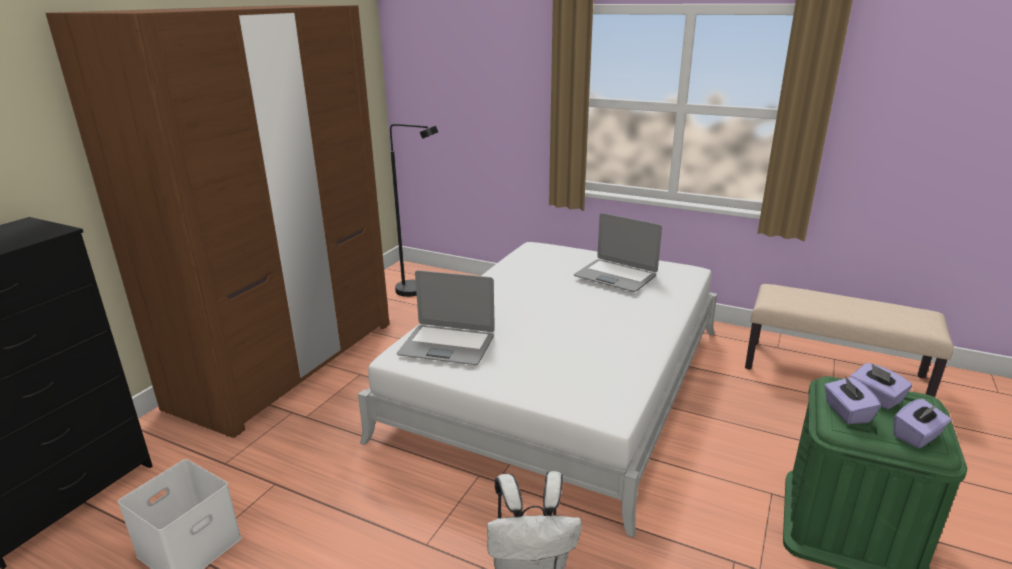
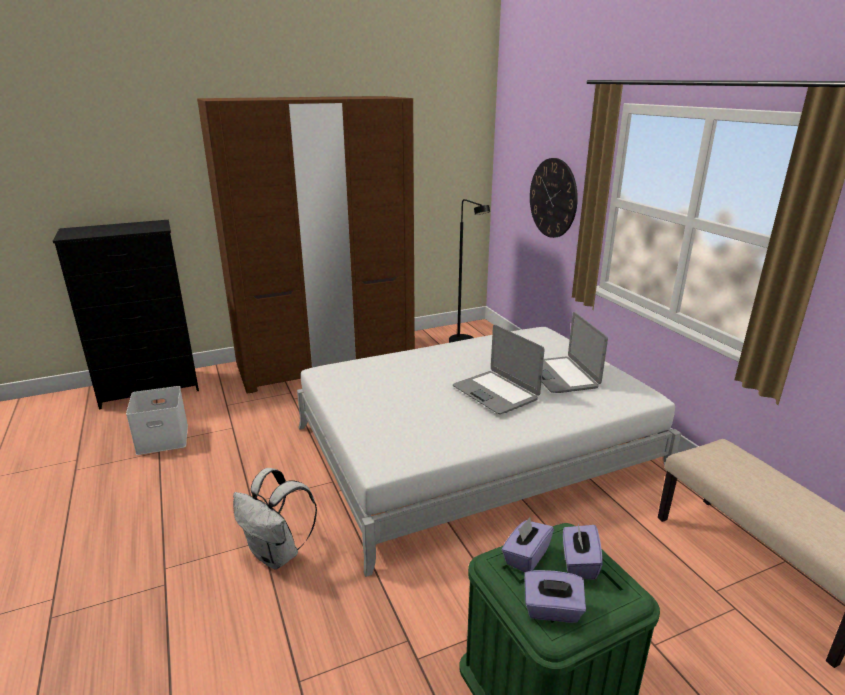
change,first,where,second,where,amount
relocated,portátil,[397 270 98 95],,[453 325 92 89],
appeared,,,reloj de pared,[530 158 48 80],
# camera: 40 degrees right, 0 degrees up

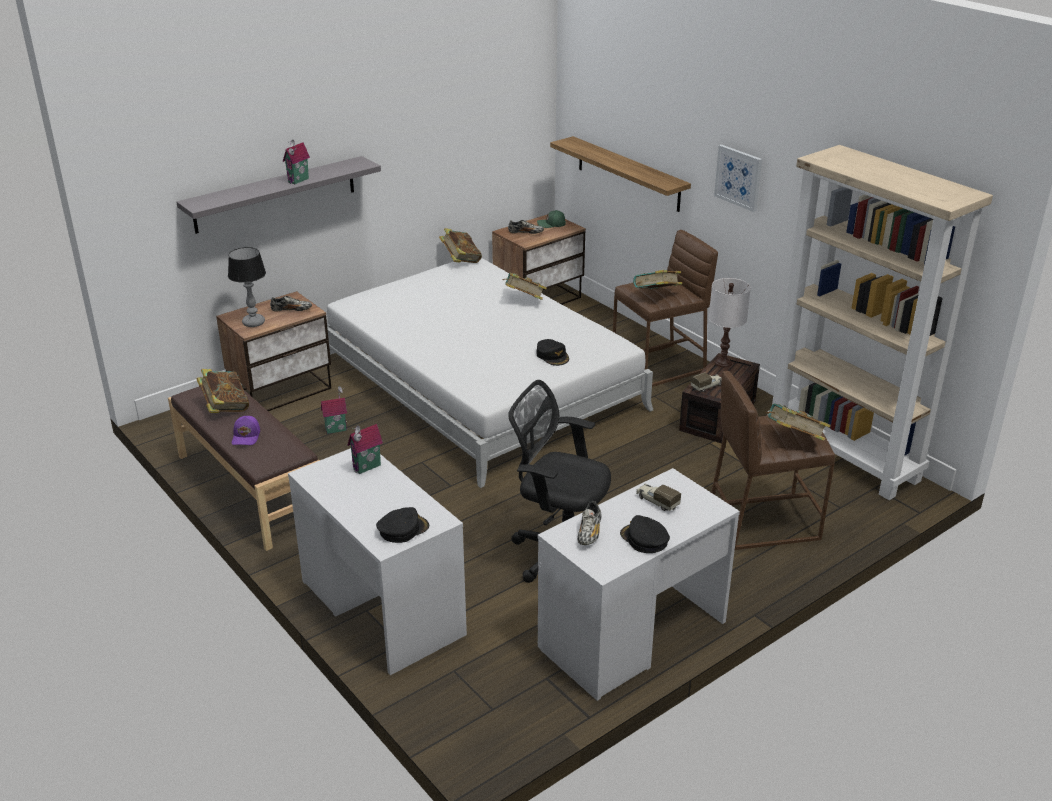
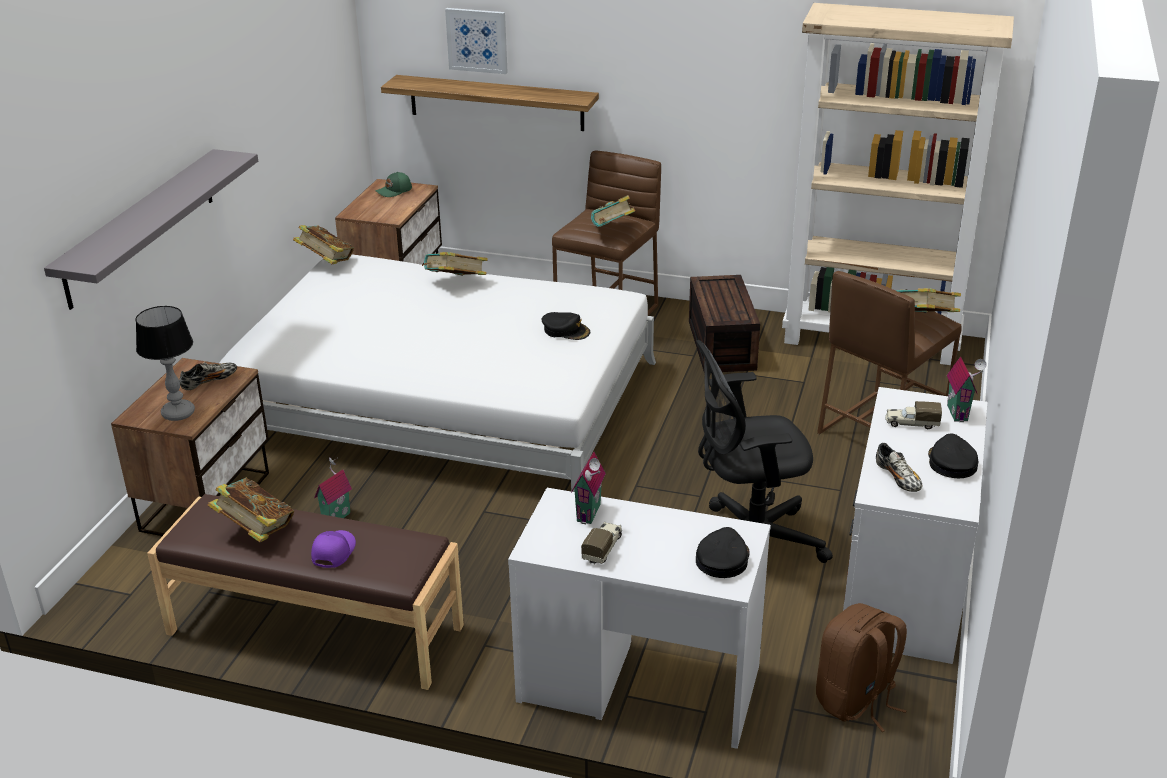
change,first,where,second,where,amount
spun,gorra/morado,[232 416 28 29],,[311 530 45 38],135 degrees counterclockwise
relocated,cuadro,[714 145 48 67],,[445 8 63 66],
relocated,camión de juguete,[691 373 30 19],,[581 521 41 43],
appeared,,,mochila/marrón,[816 603 91 129],
spun,gorra/negro,[620 515 50 38],,[928 433 50 45],75 degrees clockwise
relocated,casita,[283 140 27 44],,[947 356 40 66],
missing,zapato,[508 220 36 14],,,
missing,lámpara de mesa/blanco,[709 278 42 89],,,
# camera: 35 degrees left, 0 degrees up

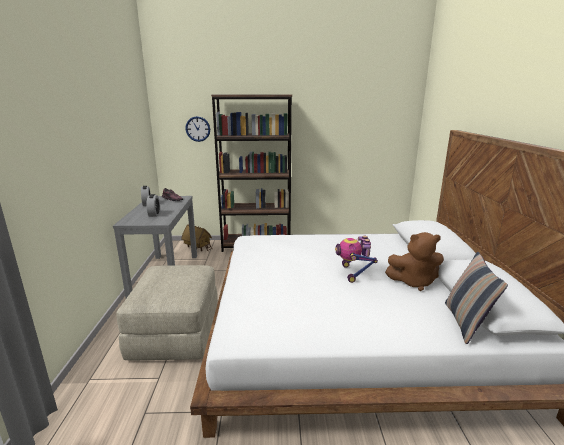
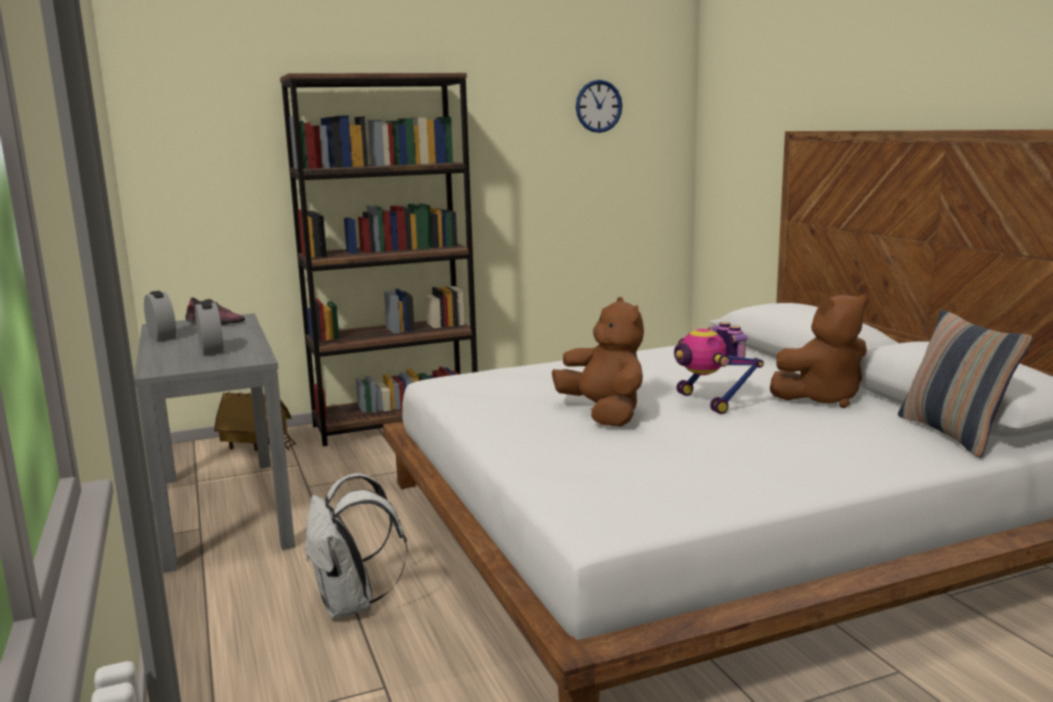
change,first,where,second,where,amount
exchanged,puf/beis,[117 265 101 95],mochila/blanco,[305 473 103 146],
appeared,,,peluche/marrón,[552 297 92 130],
relocated,reloj de pared,[185 116 25 26],,[576 80 46 53],
# camera: 20 degrees left, 5 degrees down

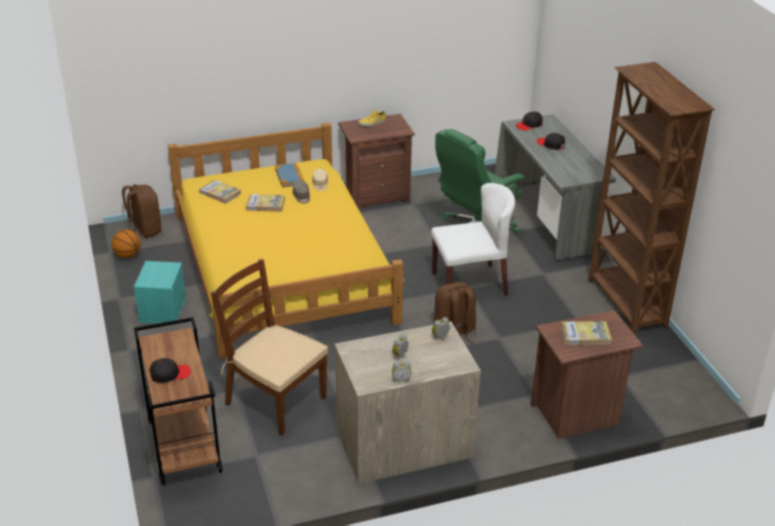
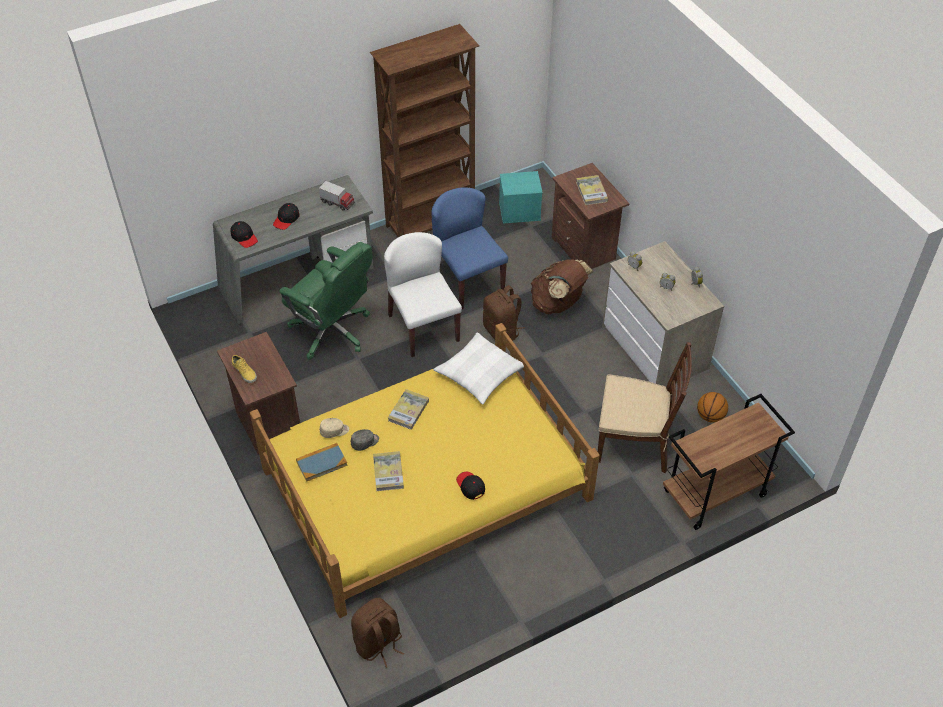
change,first,where,second,where,amount
appeared,,,camión de juguete,[319 181 36 30],
relocated,libro,[199 179 42 25],,[388 389 41 41],
appeared,,,silla/azul,[432 187 76 122],
appeared,,,cojín/blanco,[433 332 91 73],
relocated,gorra/negro,[149 358 42 25],,[456 472 29 28],
relocated,caja de almacenaje/turquesa,[134 261 52 62],,[499 171 44 53],
appeared,,,mochila/marrón,[531 259 62 55],
spun,silla/marrón,[211 259 117 176],,[598 342 94 131],105 degrees counterclockwise
relocated,balón de baloncesto,[111 230 30 28],,[697 392 31 31],
# camera: 100 degrees left, 15 degrees up

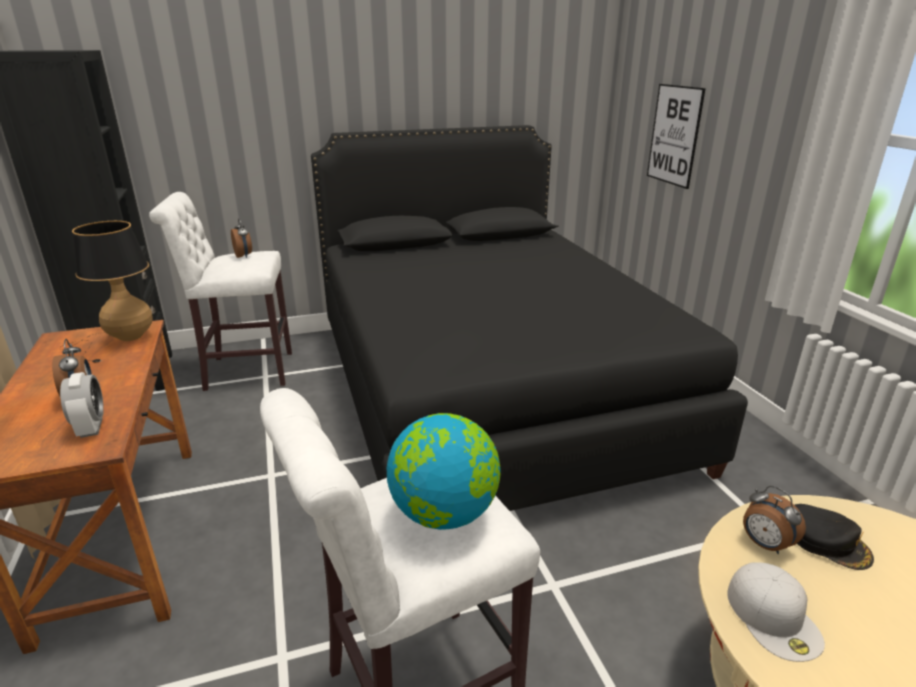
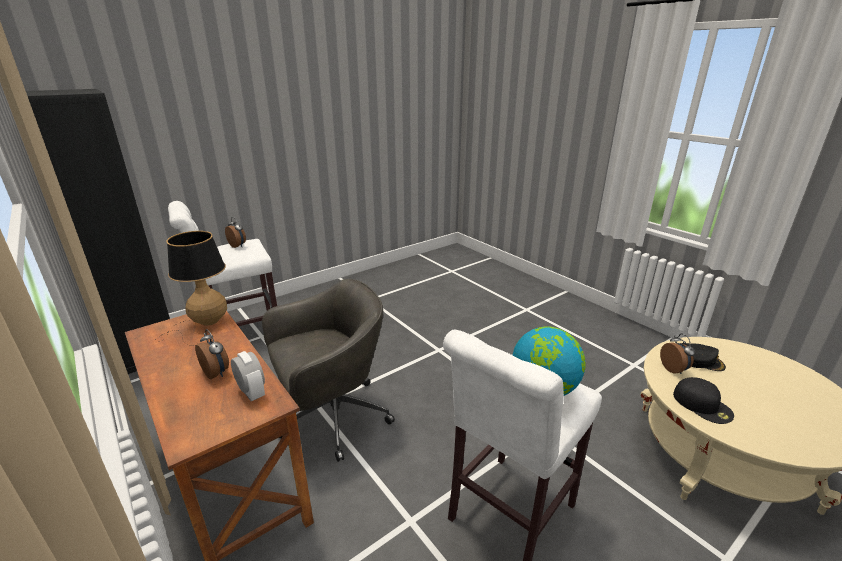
change,first,where,second,where,amount
appeared,,,silla de oficina/gris,[262 279 133 183],
spun,despertador,[743 486 63 68],,[660 333 35 41],135 degrees counterclockwise
colour,gorra/blanco,[727 562 98 100],gorra/negro,[673 377 61 47],
missing,cama/negro,[311 125 437 386],,,
missing,cuadro,[647 84 59 105],,,
# camera: 20 degrees left, 0 degrees up

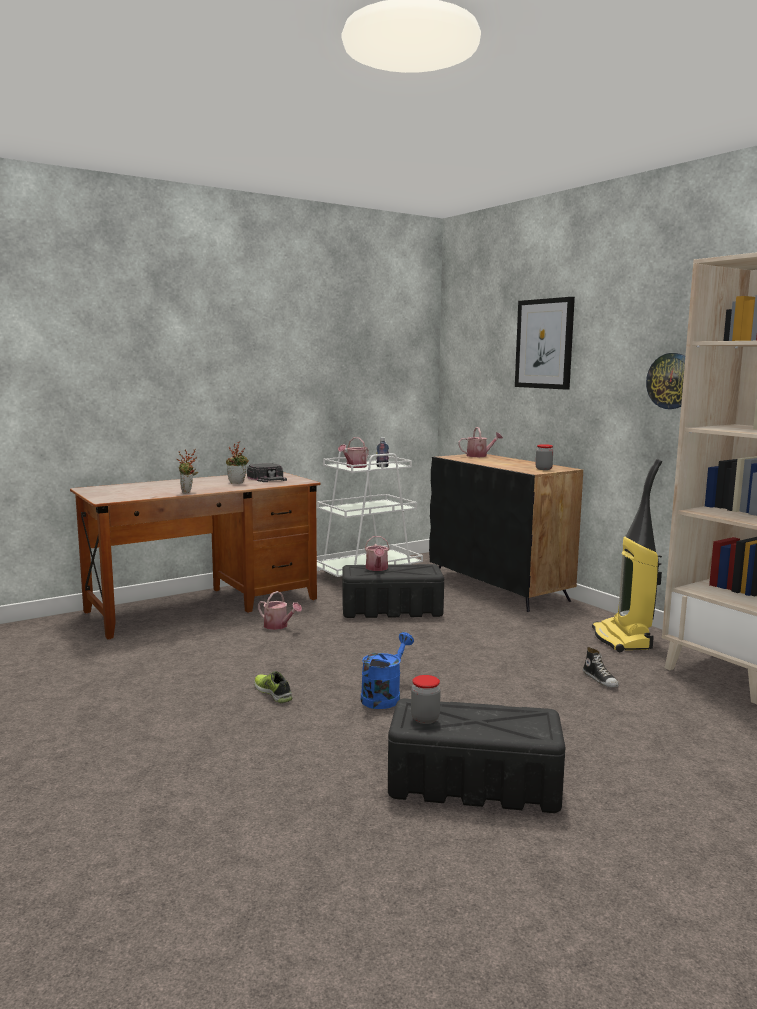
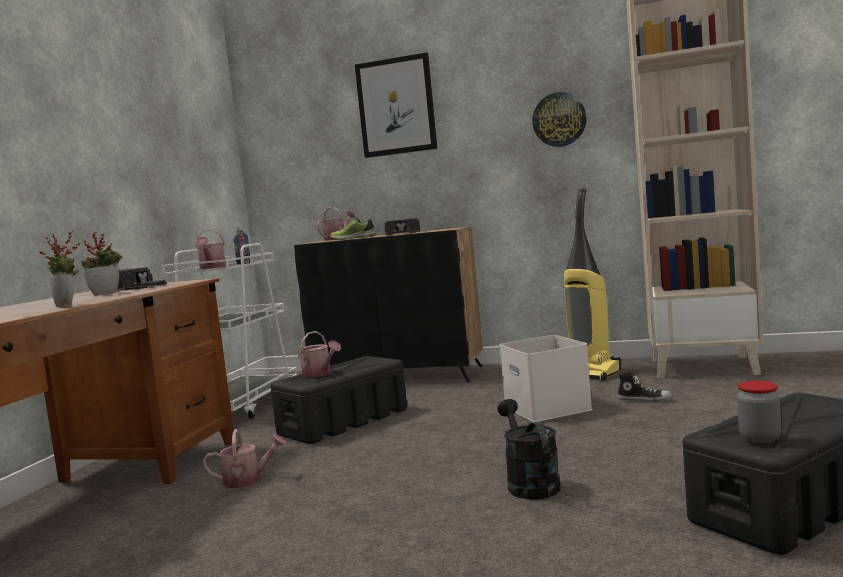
change,first,where,second,where,amount
relocated,zapato,[254 671 39 32],,[330 217 47 23],
appeared,,,gorra/negro,[385 218 35 17],
colour,regadera/azul,[361 632 53 77],regadera/negro,[497 399 64 100],
appeared,,,caja de almacenaje/blanco,[499 335 94 87],
missing,tarro,[536 444 17 26],,,
# camera: 40 degrees left, 5 degrees down

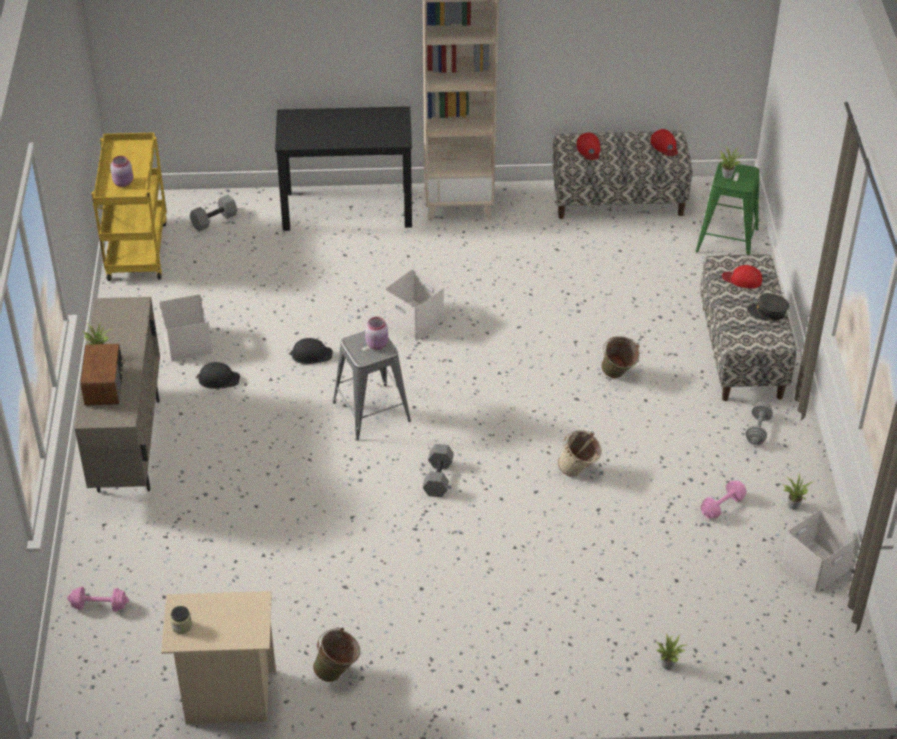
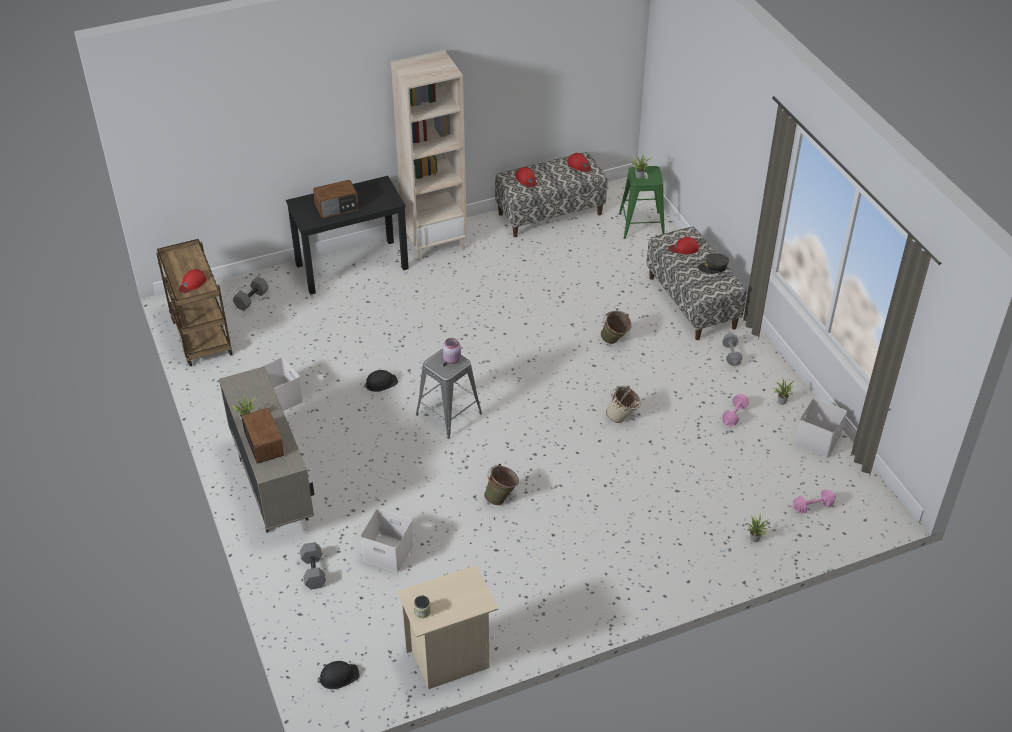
change,first,where,second,where,amount
colour,carrito/amarillo,[92 133 75 148],carrito/marrón,[156 239 77 127],
exchanged,tarro/rosa,[110 156 23 31],gorra/rojo,[179 269 27 24],
relocated,mancuerna/gris,[423 444 31 53],,[300 542 26 48],
appeared,,,radio,[313 180 46 38],
relocated,casco/negro,[195 362 45 27],,[318 661 42 28],
relocated,caja de almacenaje/blanco,[385 269 59 71],,[360 509 54 64],
relocated,cubo/verde,[313 628 47 54],,[484 464 35 41],
relocated,mancuerna/rosa,[67 587 62 25],,[792 490 44 23],
# camera: 20 degrees left, 0 degrees up

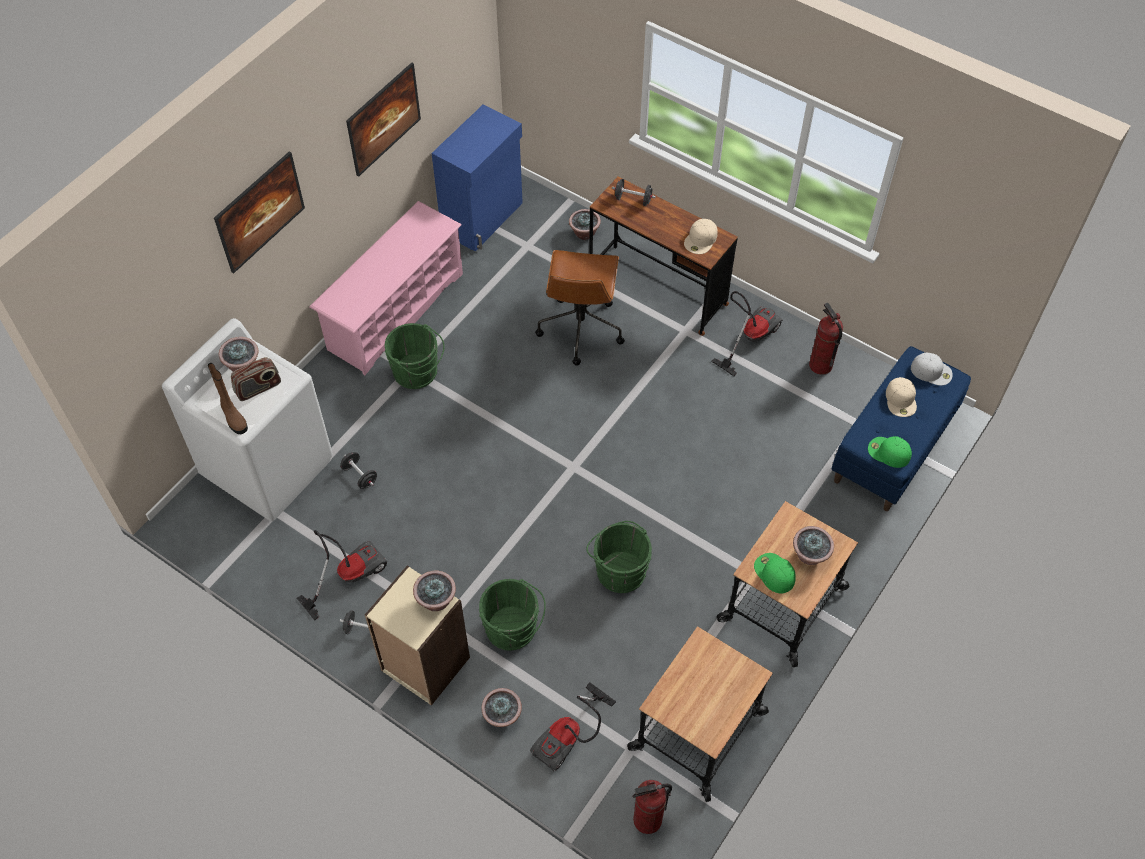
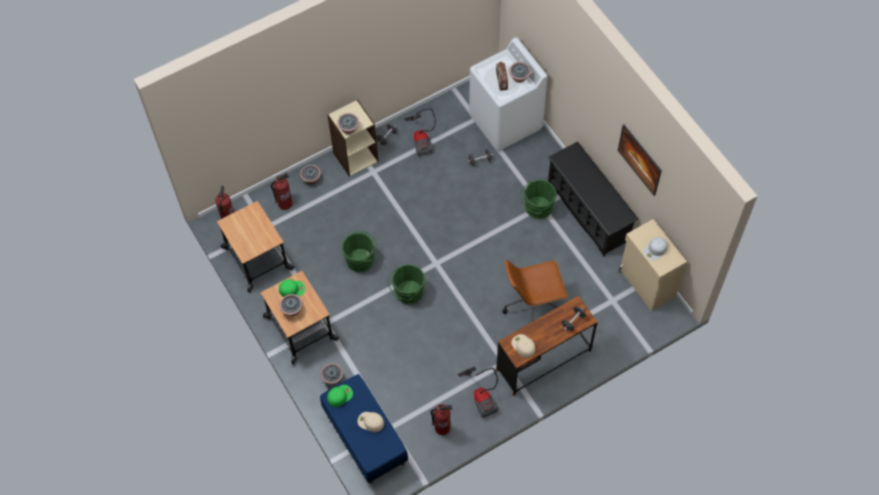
change,first,where,second,where,amount
exchanged,aspiradora,[530 682 86 89],extintor,[271 172 21 38],
relocated,planta en maceta,[569 209 32 31],,[321 363 22 22],
relocated,cubo/verde,[479 579 67 71],,[388 264 37 41],
spun,silla de oficina/marrón,[535 250 90 115],,[502 259 66 63],45 degrees counterclockwise
colour,zapatero/rosa,[309 201 154 174],zapatero/negro,[548 141 91 115],
colour,armario/azul,[432 104 91 148],armario/beis,[619 219 68 92],
relocated,gorra/blanco,[911 353 42 33],,[643 237 25 24],
missing,bota/marrón,[208 363 40 71],,,
missing,cuadro,[214 151 91 122],,,
# camera: 115 degrees right, 5 degrees up

